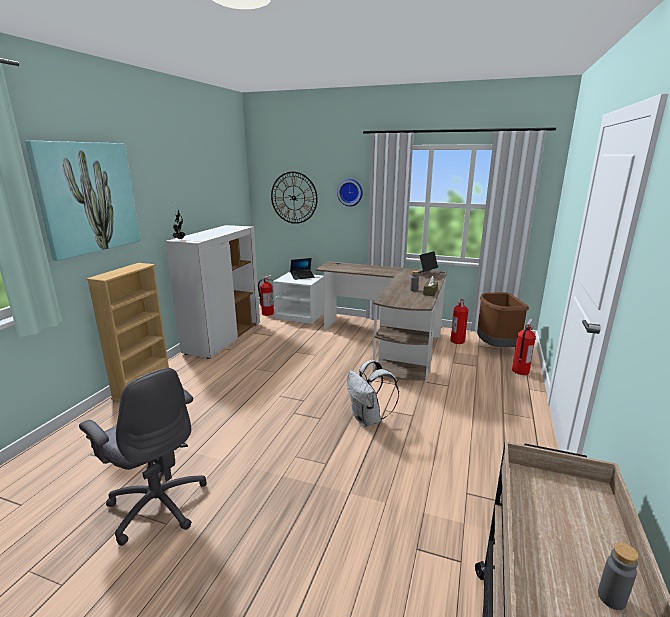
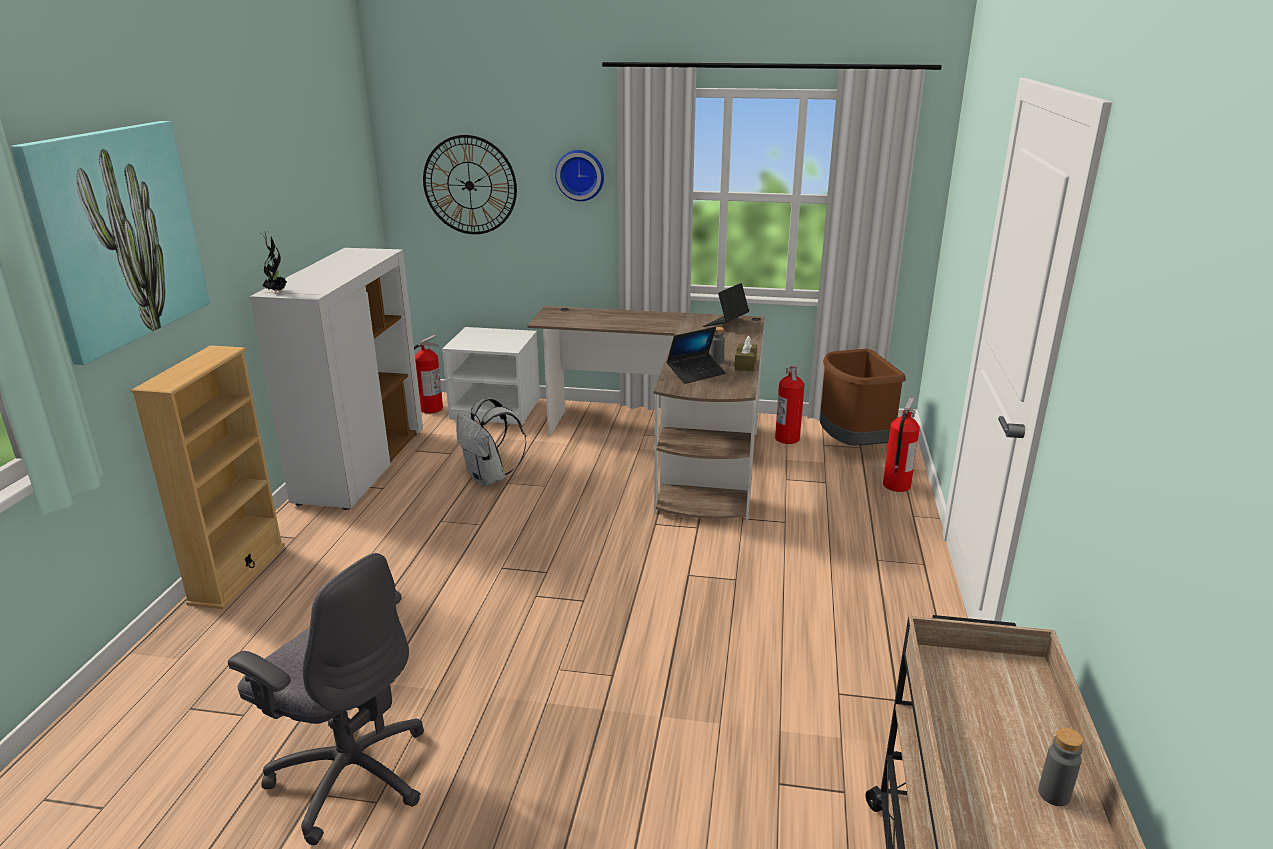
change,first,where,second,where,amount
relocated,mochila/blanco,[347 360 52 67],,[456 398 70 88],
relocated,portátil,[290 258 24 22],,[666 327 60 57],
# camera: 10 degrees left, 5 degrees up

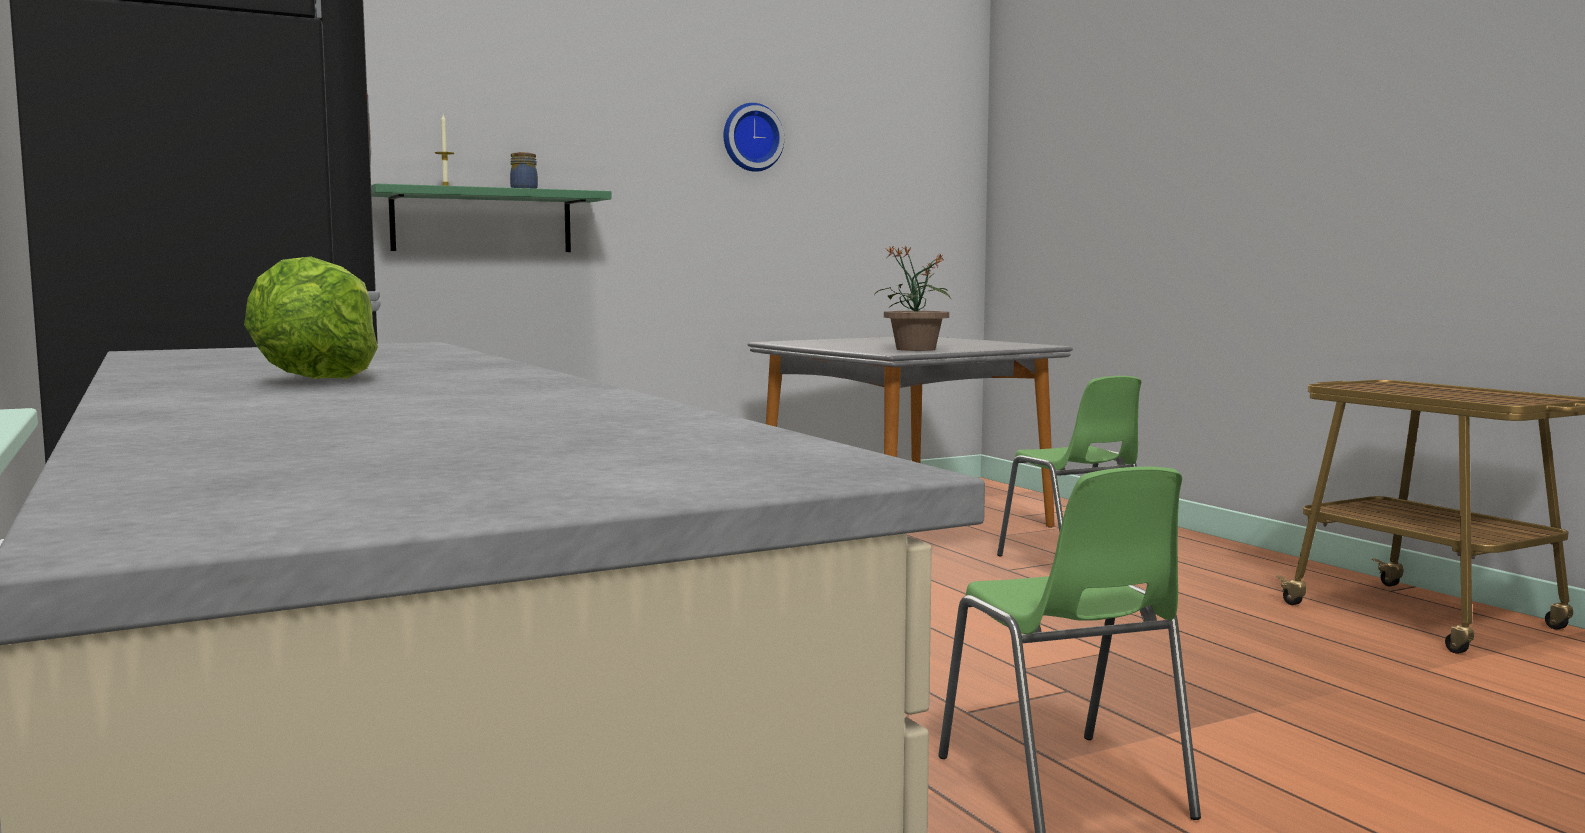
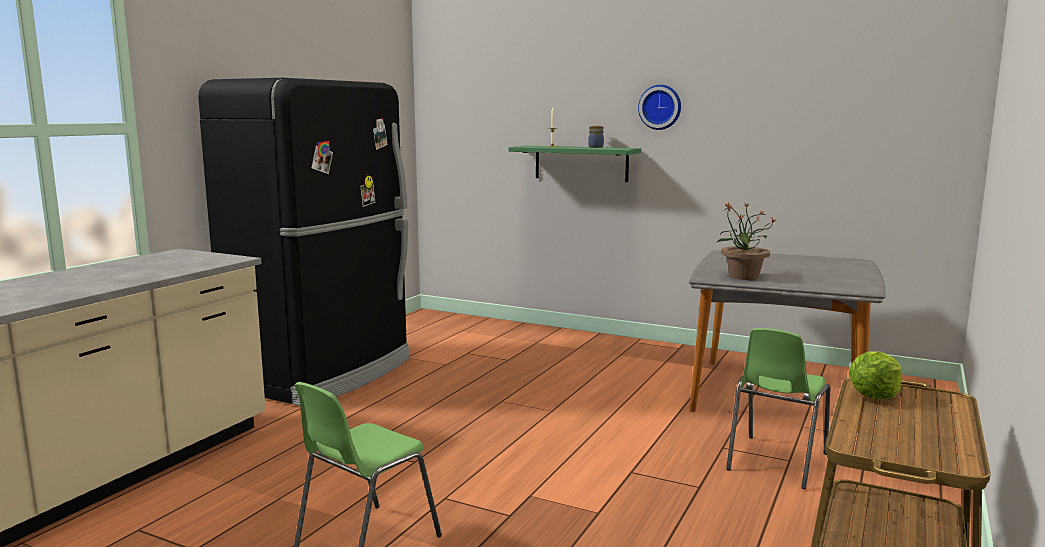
change,first,where,second,where,amount
relocated,reloj de pared,[724 103 60 69],,[638 85 43 45],
relocated,lechuga,[244 256 134 123],,[849 351 52 48],
# camera: 55 degrees right, 5 degrees up

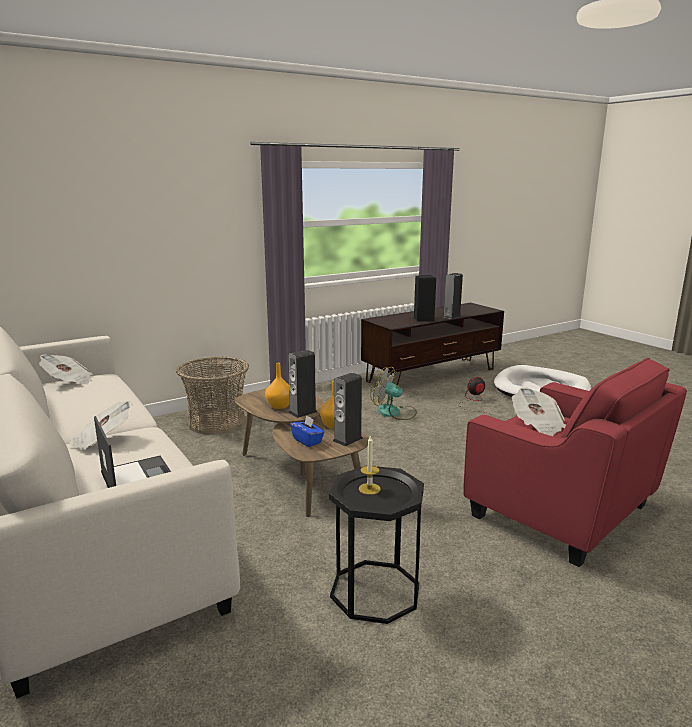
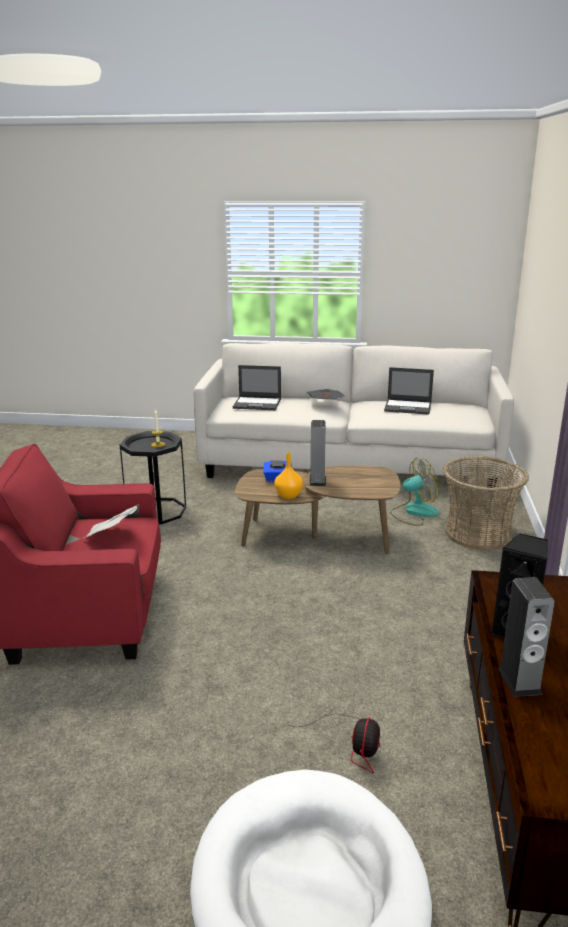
change,first,where,second,where,amount
appeared,,,portátil,[384 367 50 48],
relocated,ventilador,[371 367 46 53],,[390 458 50 68],
missing,periódico,[39 354 54 31],,,
missing,florero/naranja,[265 363 25 46],,,
missing,altavoz,[333 373 30 74],,,
# camera: 130 degrees right, 5 degrees up

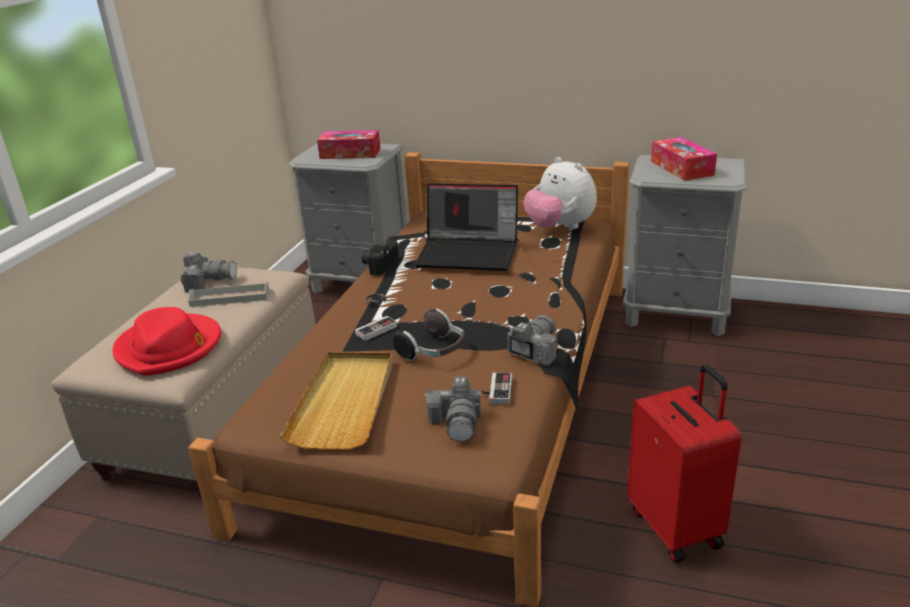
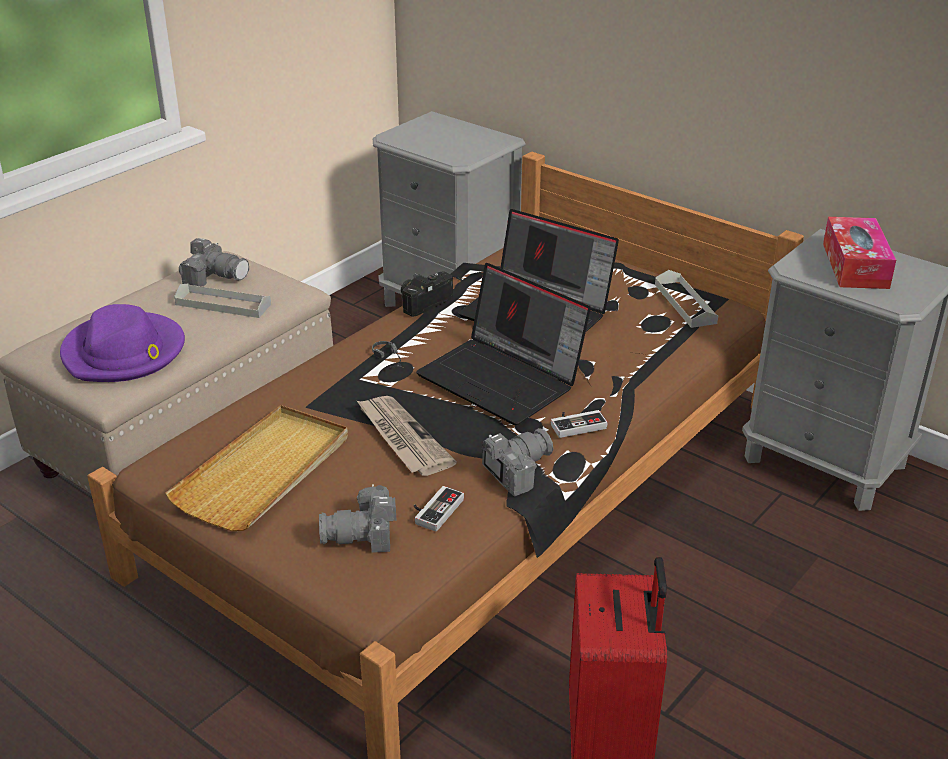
change,first,where,second,where,amount
colour,sombrero/rojo,[112 307 109 69],sombrero/morado,[60 304 125 78],
spun,cámara,[425 376 56 66],,[319 484 78 69],60 degrees clockwise
exchanged,auriculares,[393 309 72 52],periódico,[357 396 100 80],
appeared,,,portátil,[416 263 175 162],
relocated,mando de consola,[355 316 42 25],,[551 410 57 28],
exchanged,peluche,[524 157 73 72],bandeja/gris,[655 270 63 58],
missing,caja de pañuelos,[317 130 64 29],,,
# camera: 20 degrees right, 5 degrees up

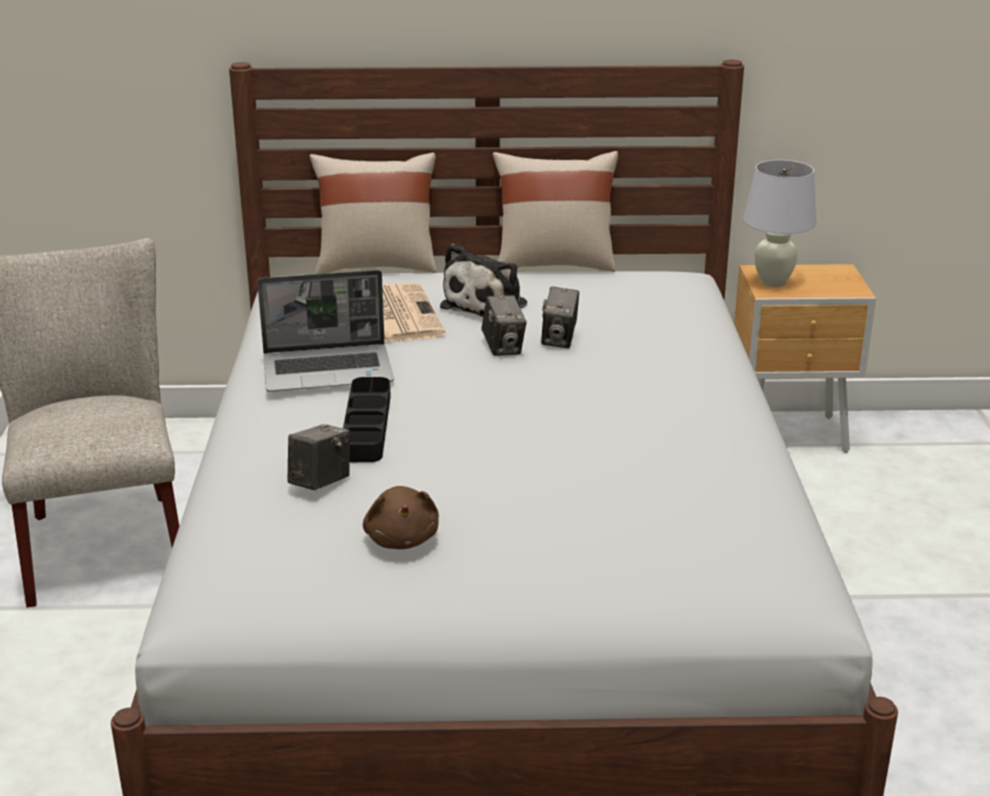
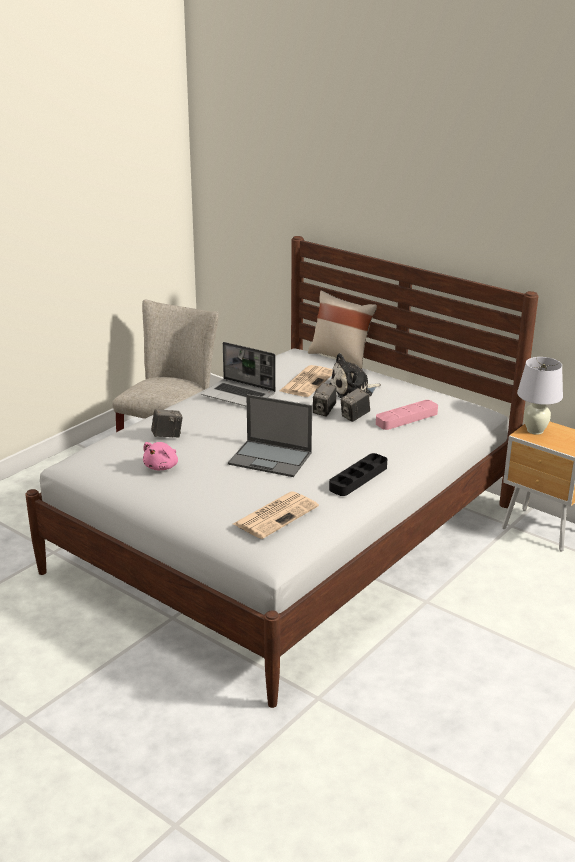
change,first,where,second,where,amount
colour,peluche/marrón,[363 486 76 63],peluche/rosa,[143 442 35 28],
appeared,,,portátil,[228 394 84 83],
appeared,,,periódico,[233 491 86 48],
relocated,bandeja/negro,[343 377 48 85],,[329 453 58 43],
appeared,,,bandeja/rosa,[376 400 62 30],
missing,cojín/beis,[493 151 125 121],,,
# camera: 40 degrees right, 0 degrees up

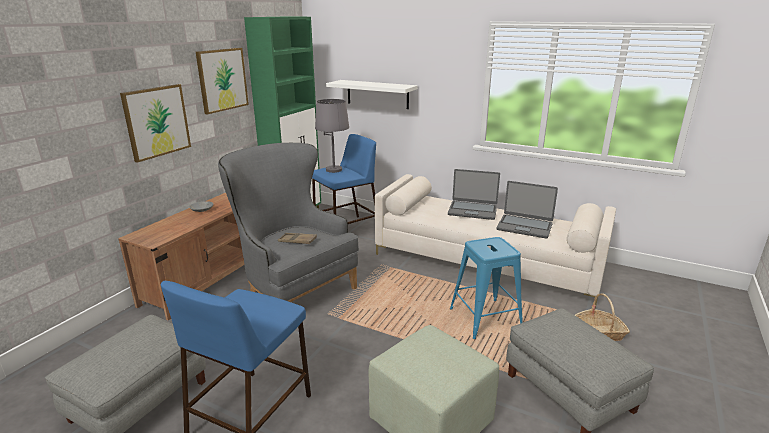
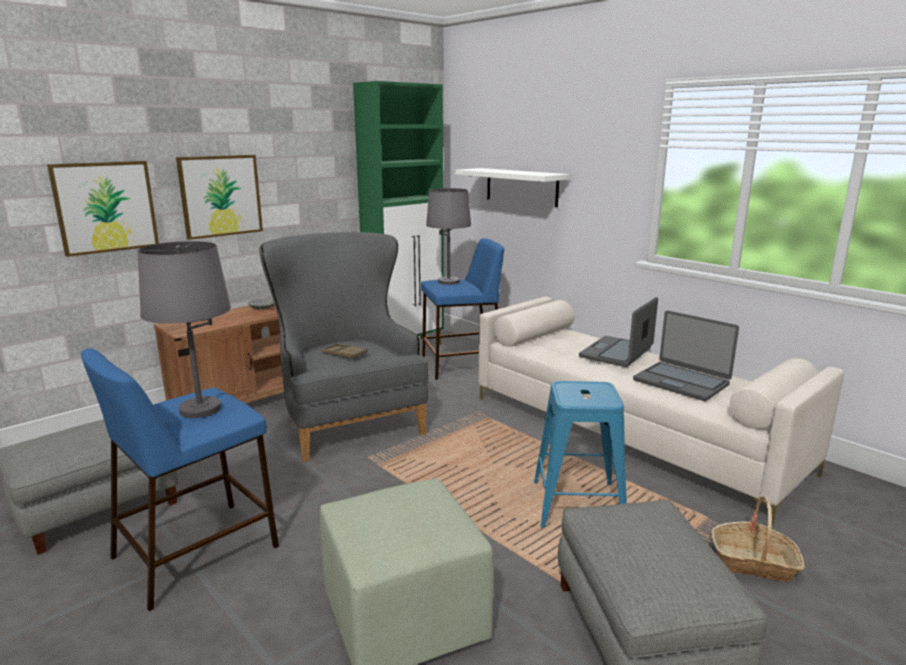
change,first,where,second,where,amount
relocated,cuadro,[196 48 53 66],,[47 161 112 96],
appeared,,,lámpara de mesa/gris,[138 241 93 177],
spun,portátil,[448 169 52 51],,[579 297 79 70],90 degrees clockwise
# camera: 20 degrees right, 5 degrees down

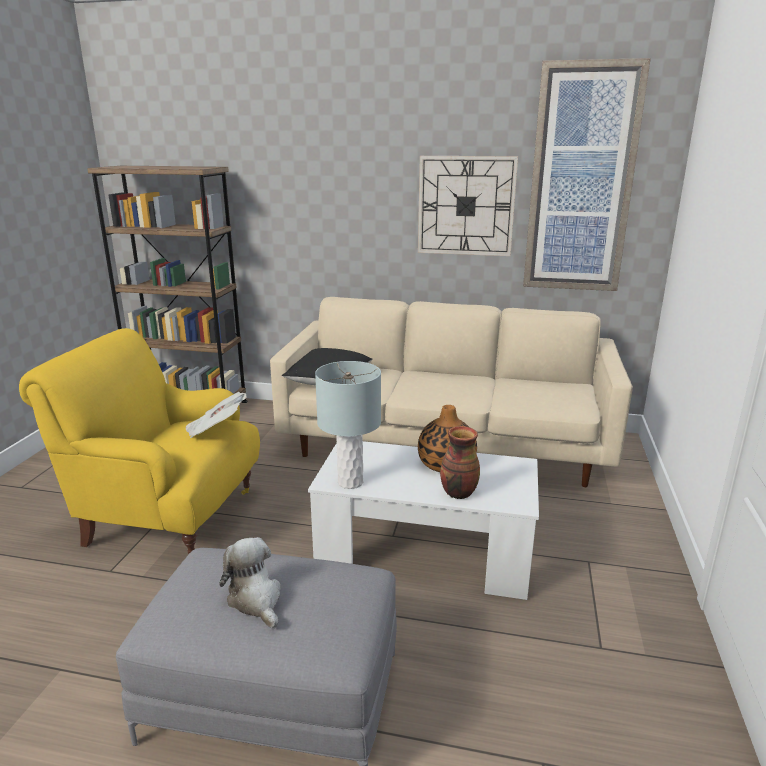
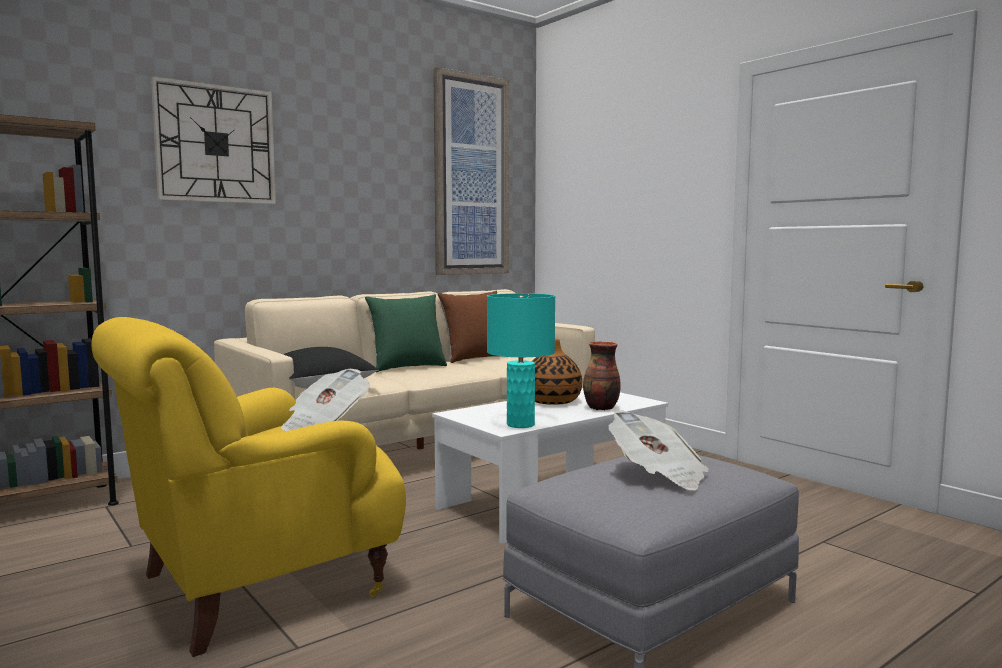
change,first,where,second,where,amount
relocated,reloj de pared,[418 156 100 100],,[151 76 125 128],
appeared,,,cojín/verde,[365 294 82 78],
appeared,,,cojín/marrón,[438 291 60 72],
colour,lámpara de mesa/gris,[315 361 66 128],lámpara de mesa/turquesa,[487 293 68 135],
exchanged,peluche,[219 537 62 91],periódico,[609 410 100 81],
# camera: 50 degrees left, 15 degrees down

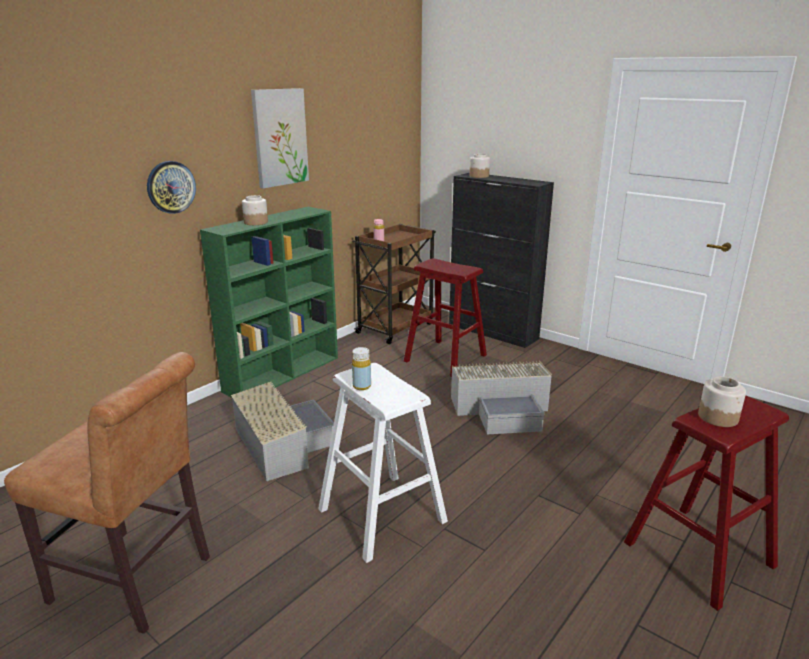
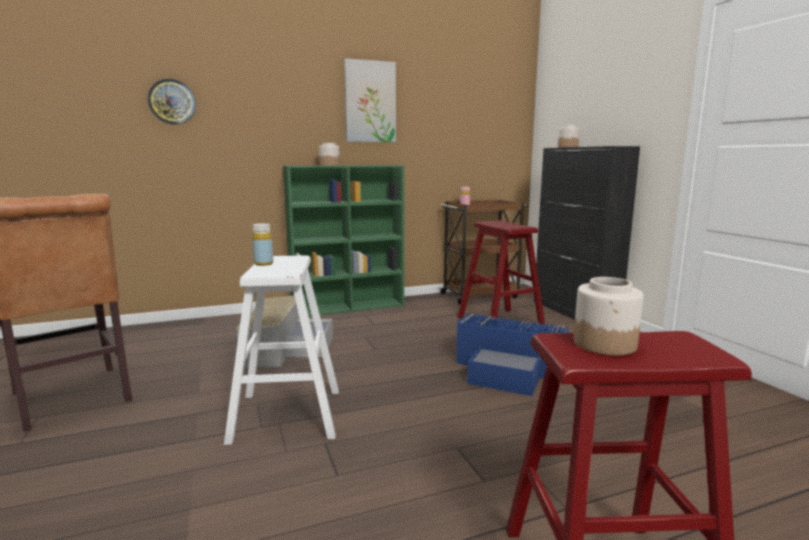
change,first,where,second,where,amount
relocated,reloj de pared,[147 161 49 53],,[148 79 48 46],
colour,caja de almacenaje/gris,[451 361 101 73],caja de almacenaje/azul,[456 313 112 83],
# camera: 30 degrees right, 10 degrees down

